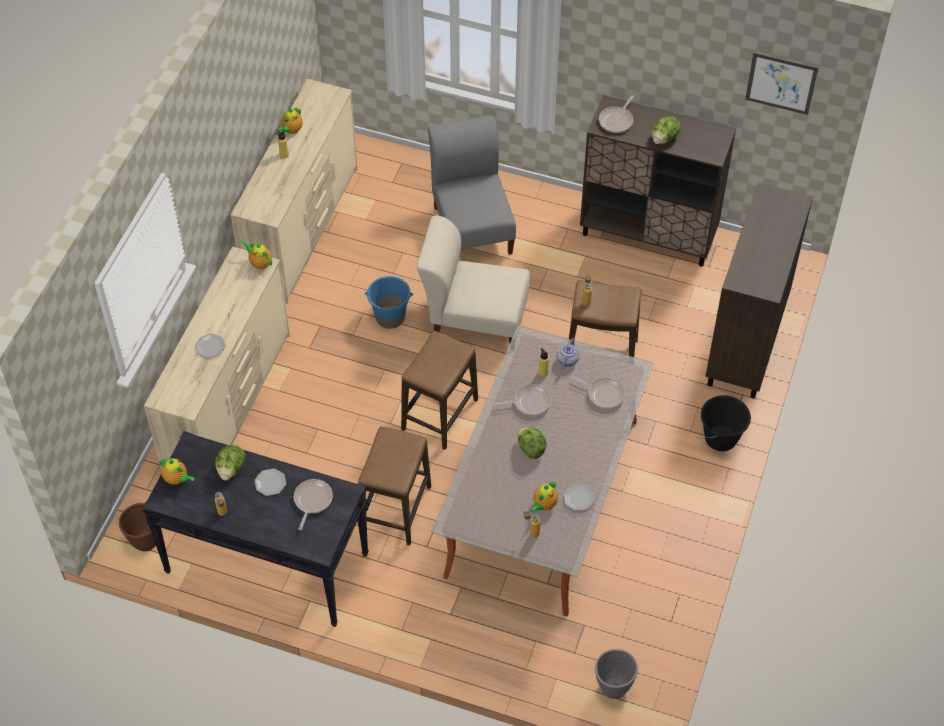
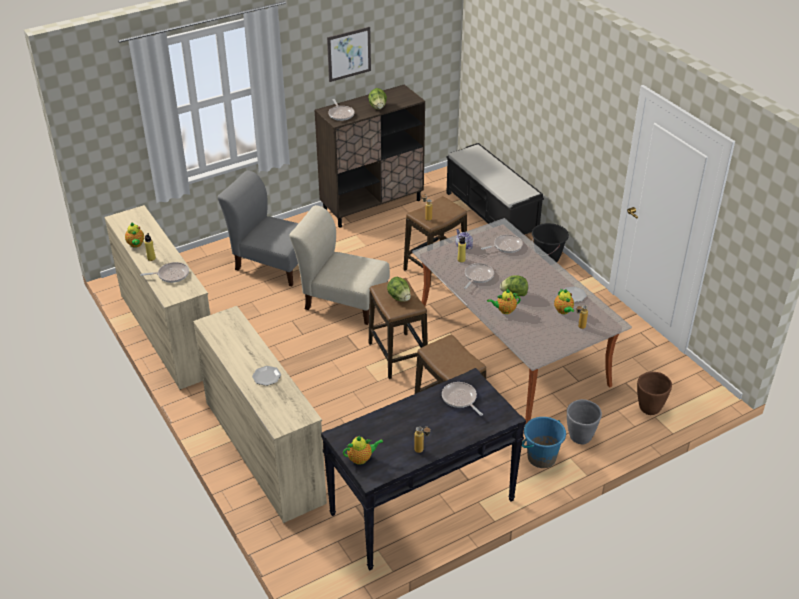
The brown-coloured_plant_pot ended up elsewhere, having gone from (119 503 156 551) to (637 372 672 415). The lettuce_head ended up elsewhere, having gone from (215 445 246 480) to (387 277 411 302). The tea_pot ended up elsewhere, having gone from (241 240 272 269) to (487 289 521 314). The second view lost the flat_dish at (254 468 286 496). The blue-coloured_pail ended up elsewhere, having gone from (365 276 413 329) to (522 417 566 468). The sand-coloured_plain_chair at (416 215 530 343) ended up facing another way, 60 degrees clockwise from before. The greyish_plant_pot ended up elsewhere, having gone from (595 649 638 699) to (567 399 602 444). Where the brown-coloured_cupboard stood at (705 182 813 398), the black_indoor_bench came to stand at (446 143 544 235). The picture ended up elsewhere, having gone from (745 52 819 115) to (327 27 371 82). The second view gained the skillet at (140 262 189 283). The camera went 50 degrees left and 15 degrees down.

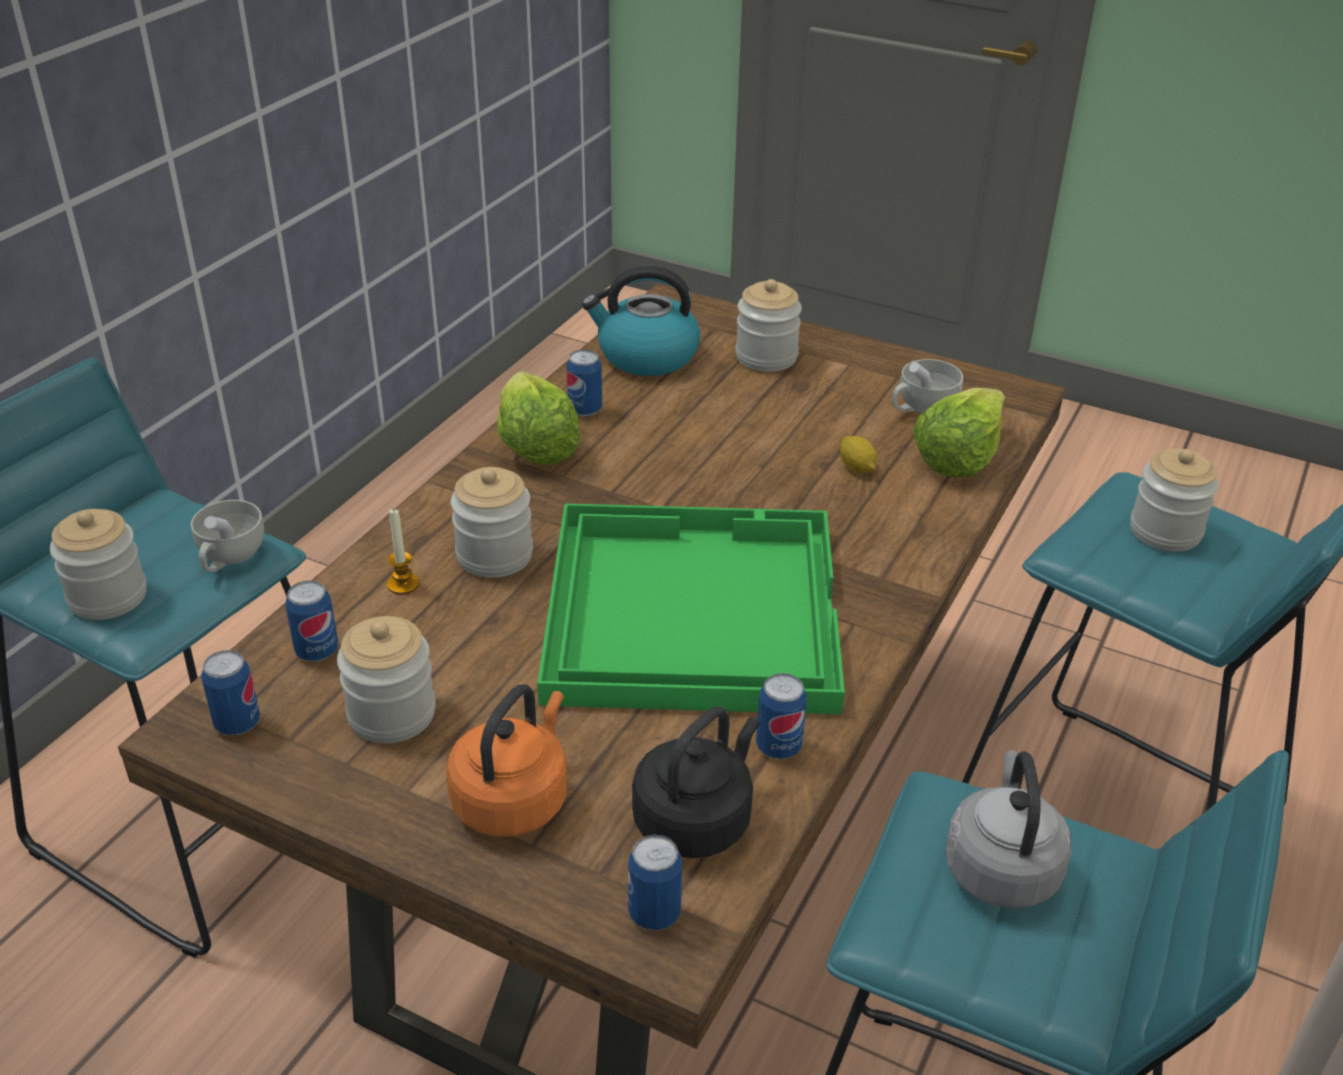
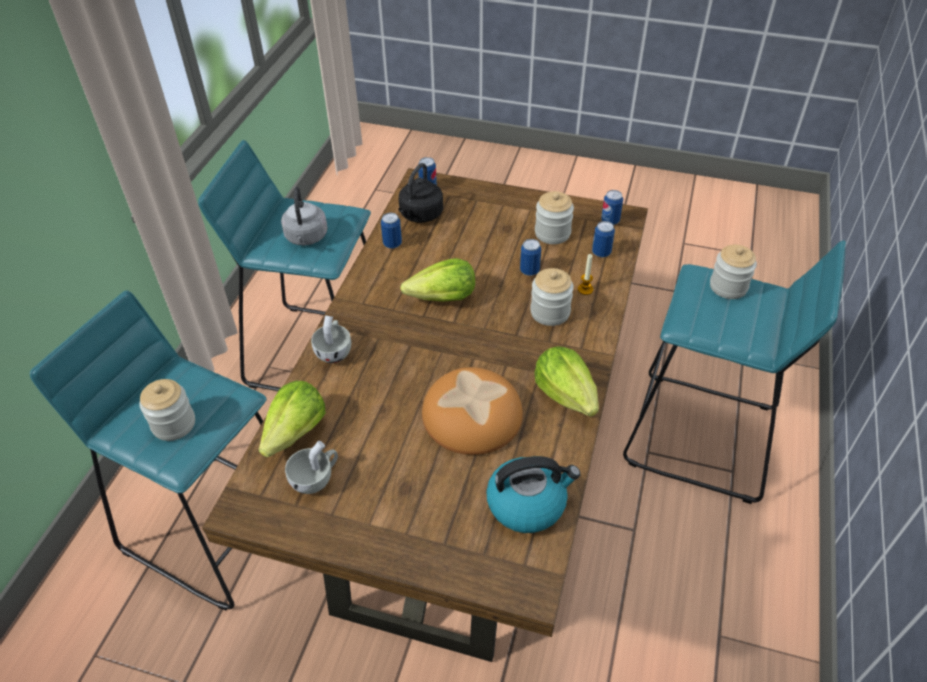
The white_small_cup ended up elsewhere, having gone from (191 500 264 572) to (311 315 351 363). The second view lost the orange-coloured_kettle at (446 684 567 837). Where the green_serving_tray stood at (537 504 845 715), the lettuce_head came to stand at (400 258 475 302). The sealed_can ended up elsewhere, having gone from (566 349 602 417) to (520 239 541 276). The second view lost the preserve_jar at (736 279 802 372). The second view lost the lemon at (840 436 877 473). The second view gained the bread at (422 367 523 455). The camera went 170 degrees right and 10 degrees up.

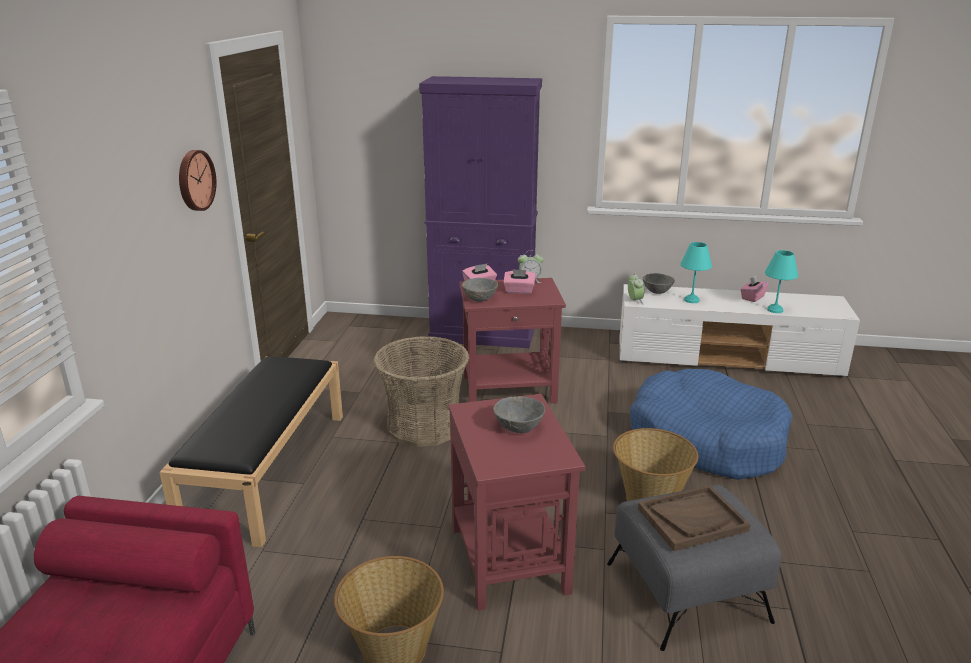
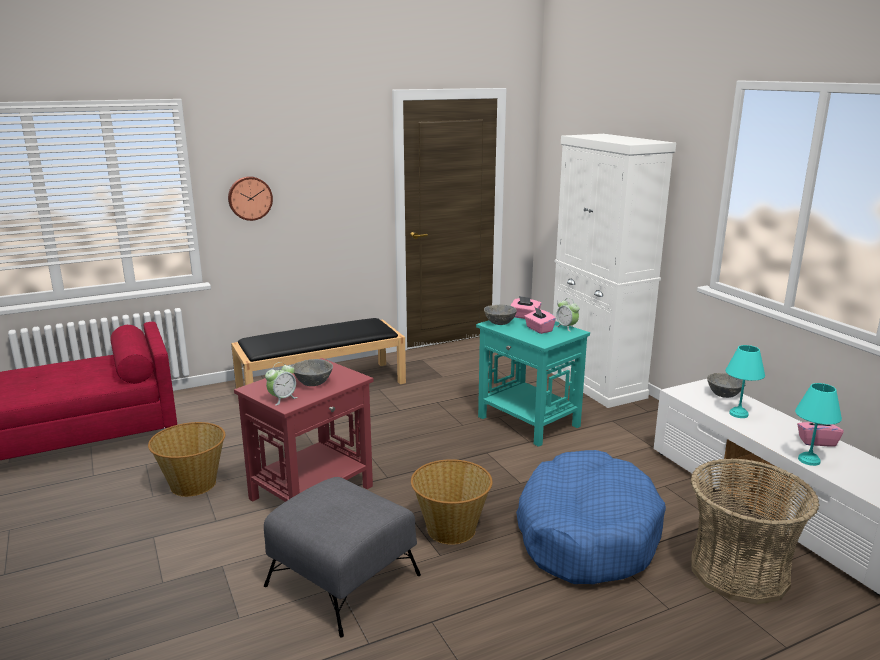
The wall_clock ended up elsewhere, having gone from (179 150 216 211) to (228 176 273 221). The household_basket ended up elsewhere, having gone from (373 336 469 447) to (691 458 820 605). What was the purple_cupboard at (419 76 542 348) turned into the white_cupboard at (549 134 676 408). What was the red-coloured_side_table at (459 278 566 404) turned into the turquoise_side_table at (476 317 590 447). The bedside_clock ended up elsewhere, having gone from (628 273 644 305) to (265 362 298 406). The second view lost the brown-coloured_serving_tray at (638 485 751 551). The camera went 55 degrees right and 5 degrees down.

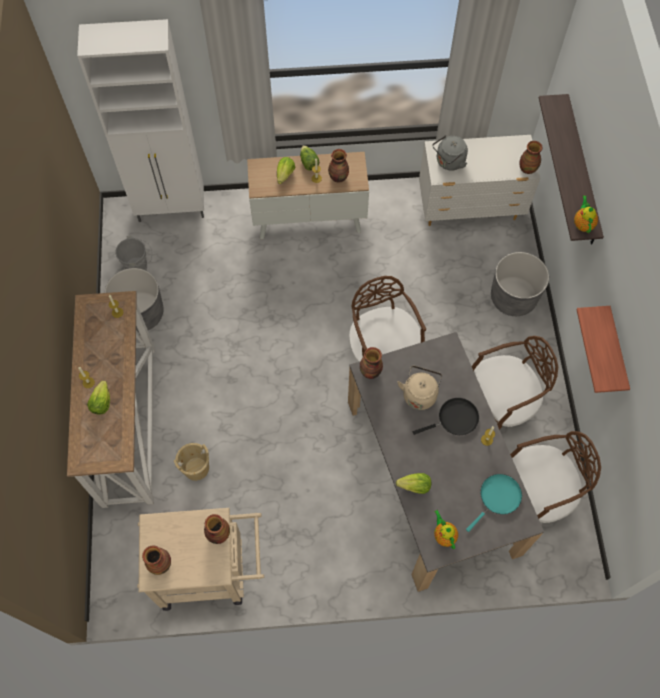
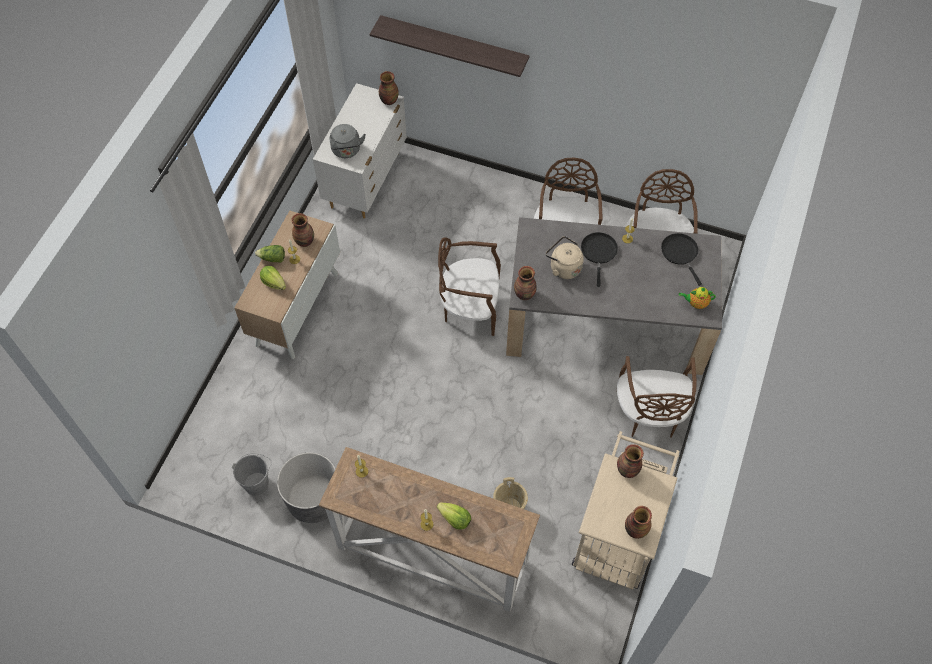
The second view lost the white_cupboard at (77 19 204 222). The second view lost the lettuce_head at (396 473 431 494). What was the turquoise_skillet at (466 474 522 532) turned into the black_skillet at (661 233 702 286). The second view lost the greyish_plant_pot at (491 252 549 316). The second view lost the tea_pot at (574 196 598 233). The second view lost the wall_shelf at (576 306 630 393). The second view gained the brown-coloured_plain_chair at (617 356 697 437). The camera went 65 degrees left and 5 degrees down.

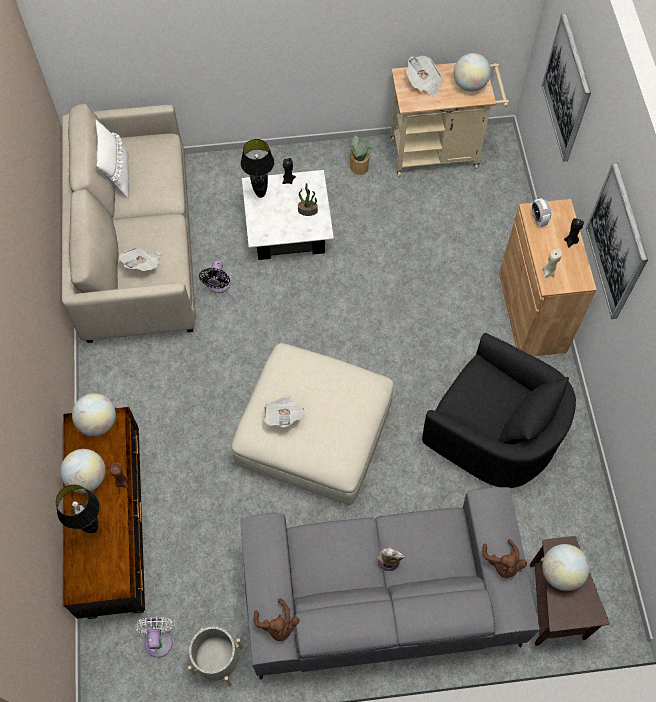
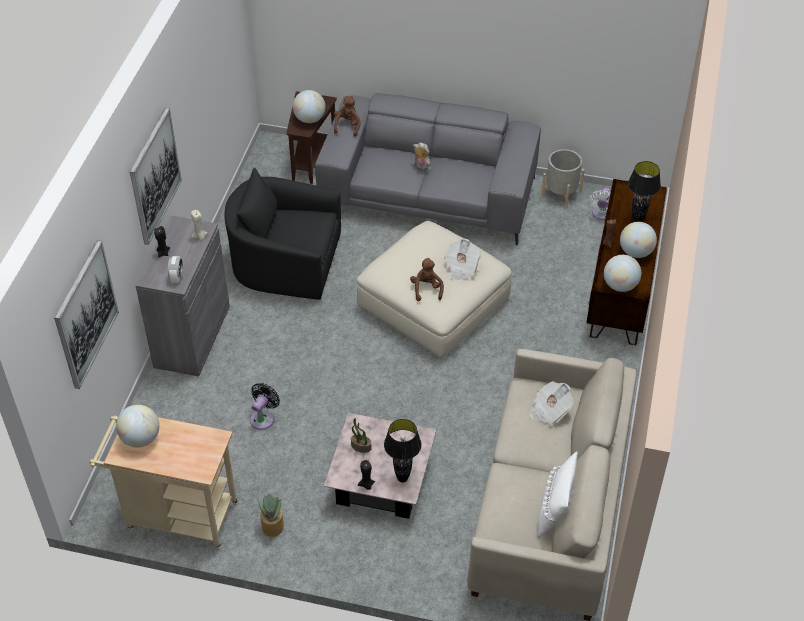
The black_electric_fan ended up elsewhere, having gone from (199 260 230 293) to (250 383 280 430). What was the white_lounge_table at (242 170 334 260) turned into the pinkish_lounge_table at (324 413 436 519). The brown-coloured_cuddly_toy ended up elsewhere, having gone from (254 599 300 641) to (410 258 444 301). The second view lost the newspaper at (406 56 443 97). The black_lounge_chair at (422 333 576 488) ended up facing another way, 45 degrees counterclockwise from before. What was the brown-coloured_cupboard at (499 199 597 356) turned into the greyish_cupboard at (136 216 230 377). The camera went 160 degrees left and 15 degrees down.

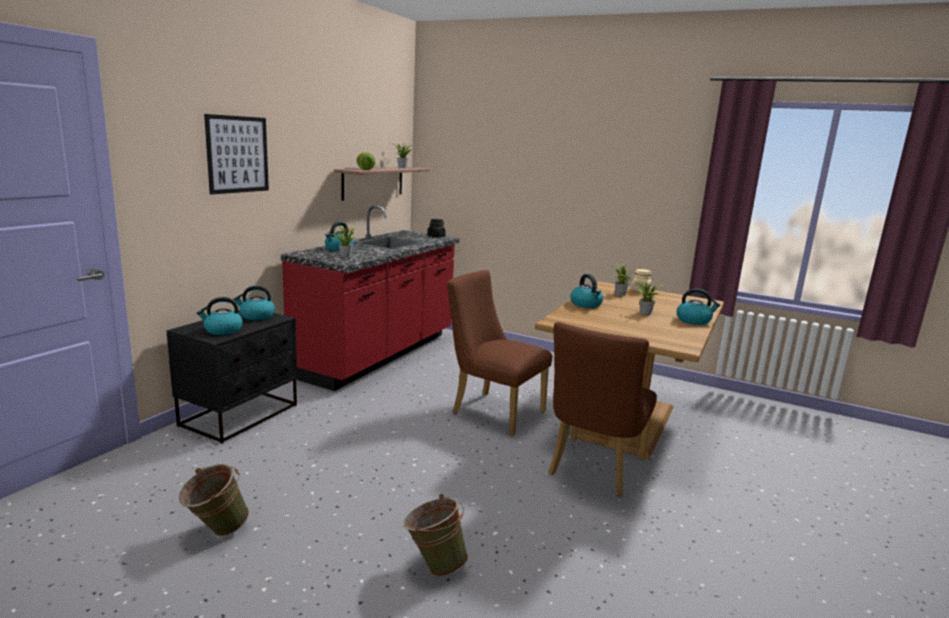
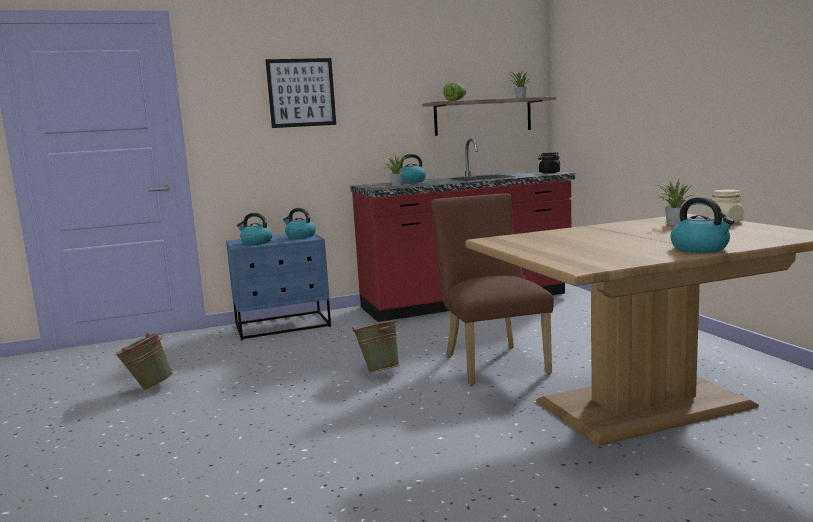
What was the black_nightstand at (167 310 297 444) turned into the blue-coloured_nightstand at (226 233 331 340). The green_pail ended up elsewhere, having gone from (404 494 468 577) to (352 319 400 373). The second view lost the brown-coloured_plain_chair at (548 322 657 496). The second view lost the kettle at (570 274 603 308). The second view lost the potted_plant at (636 279 663 315). The camera went 45 degrees right and 5 degrees down.

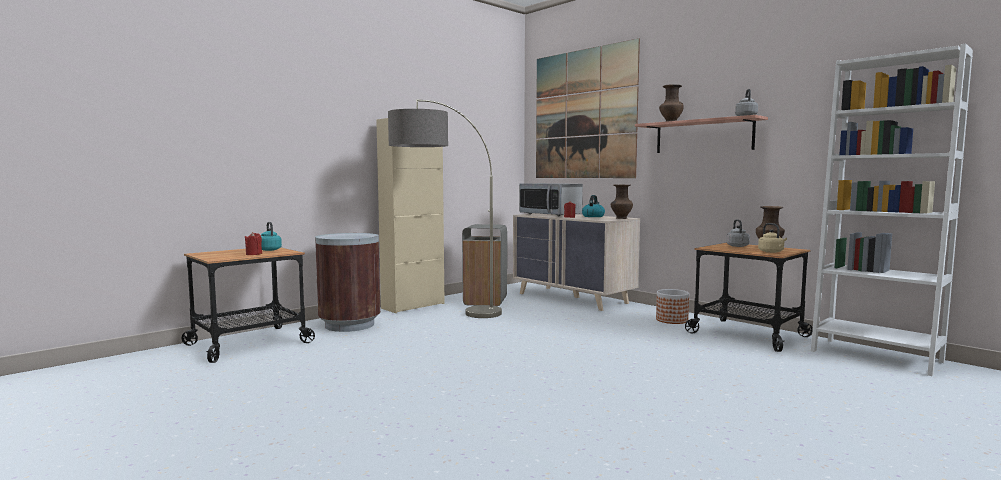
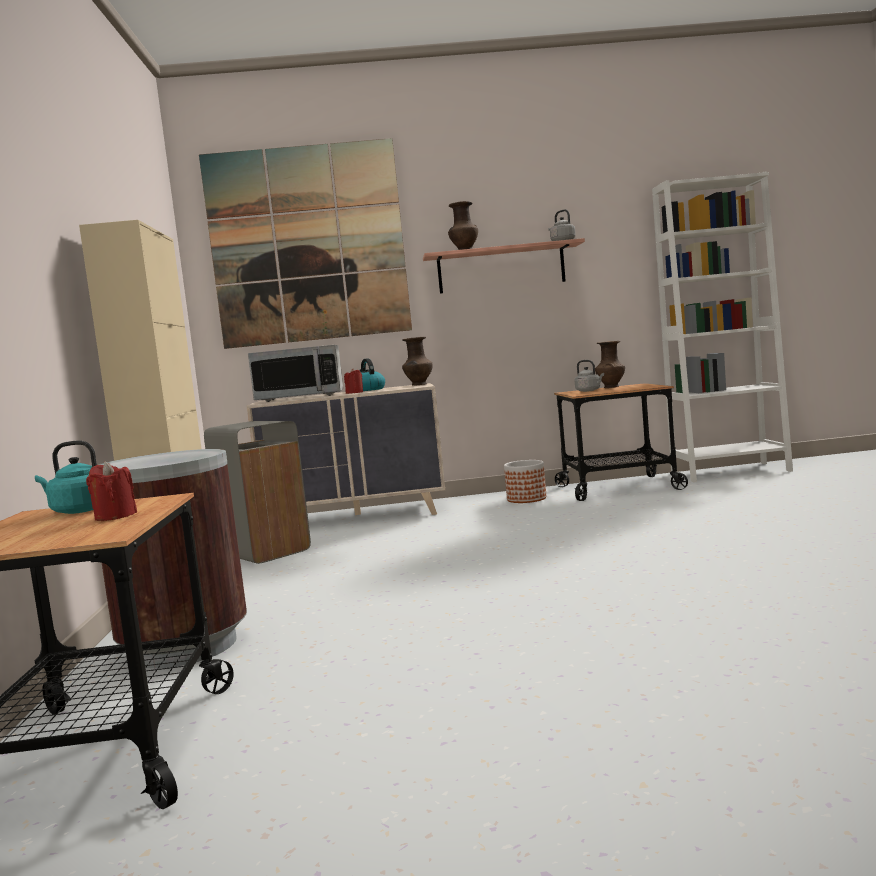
The second view lost the floor_lamp at (388 99 502 318). The second view lost the sand-coloured_kettle at (758 223 787 253). The camera went 50 degrees left and 0 degrees up.

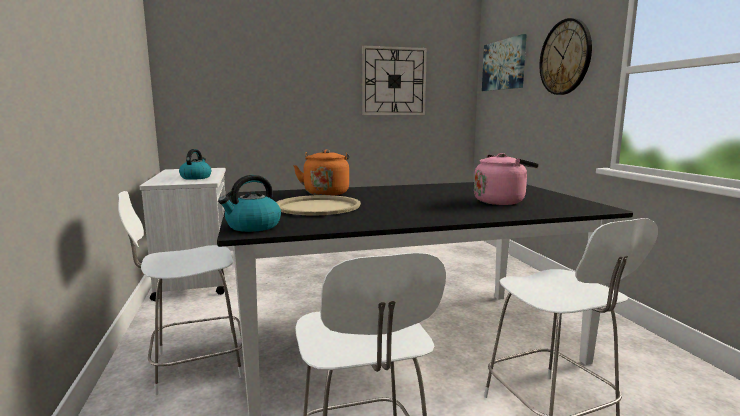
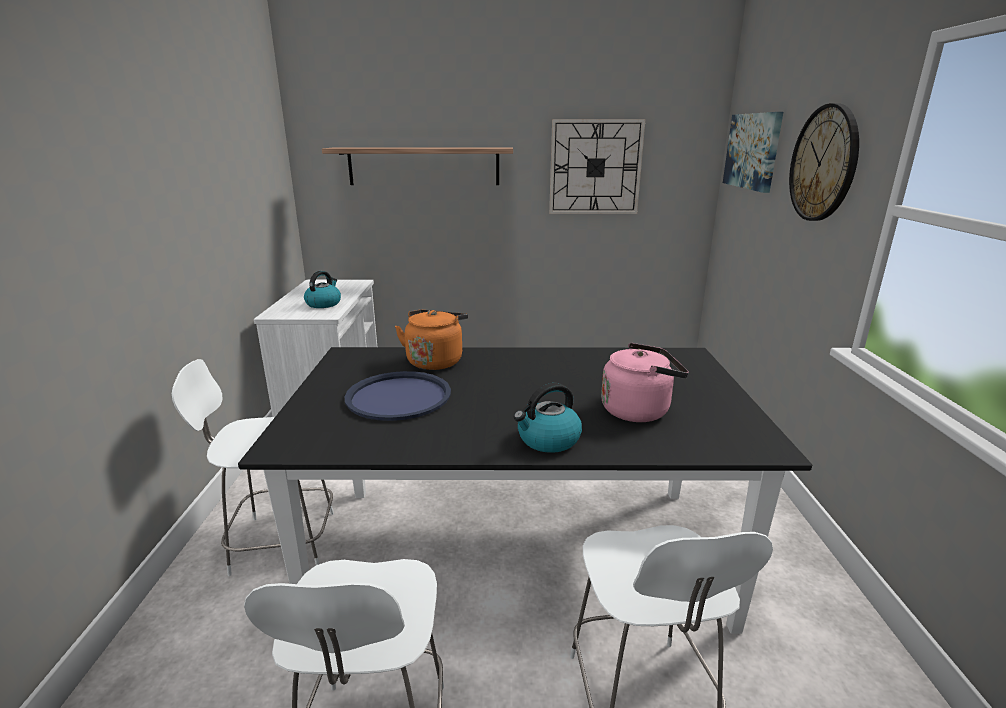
The kettle ended up elsewhere, having gone from (218 175 281 232) to (514 383 582 453). What was the sand-coloured_serving_tray at (276 195 361 216) turned into the blue-coloured_serving_tray at (344 371 451 421). The second view gained the wall_shelf at (322 147 513 185). The camera went 15 degrees right and 10 degrees up.

